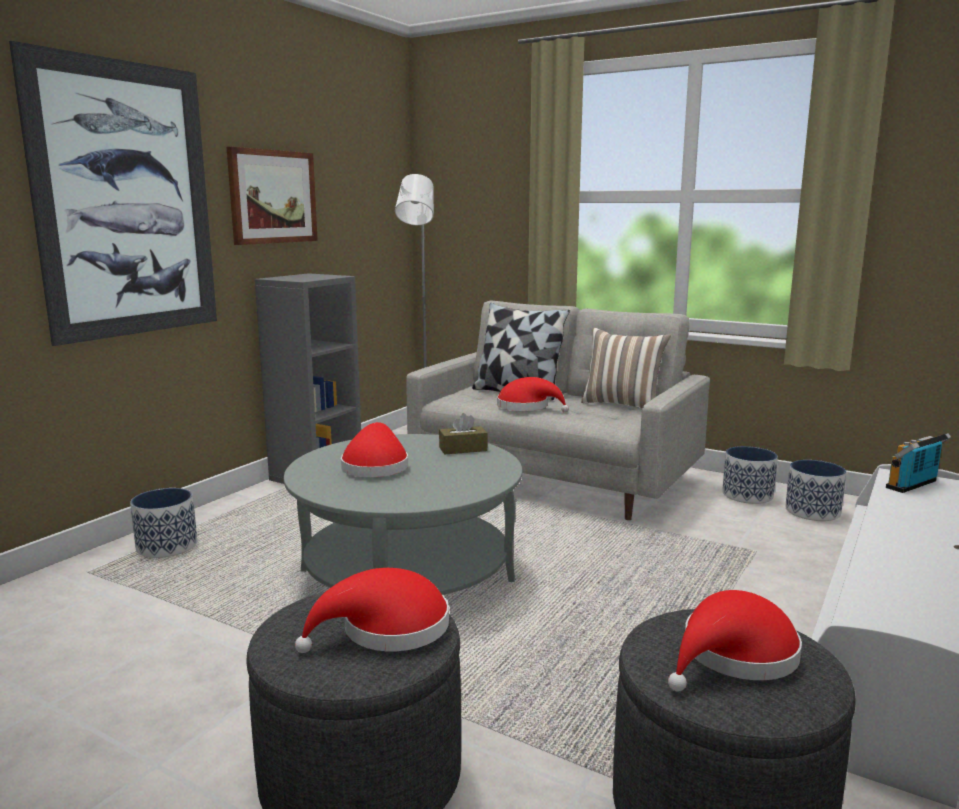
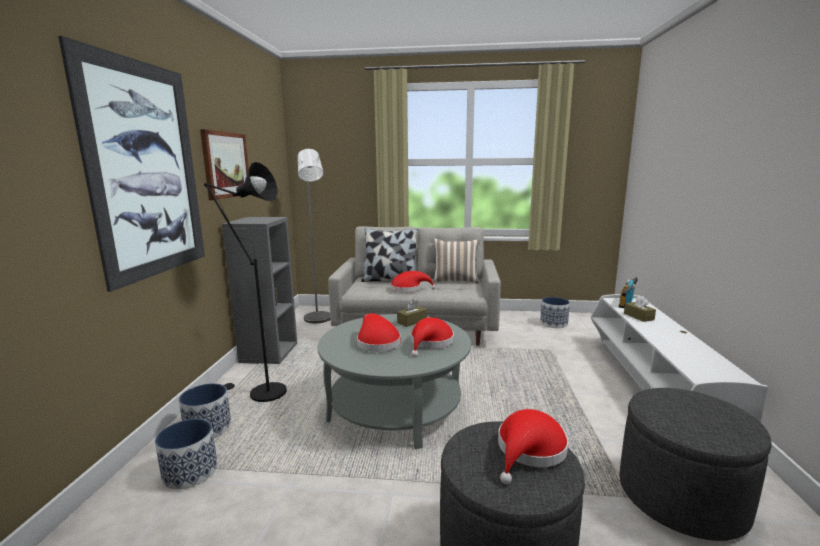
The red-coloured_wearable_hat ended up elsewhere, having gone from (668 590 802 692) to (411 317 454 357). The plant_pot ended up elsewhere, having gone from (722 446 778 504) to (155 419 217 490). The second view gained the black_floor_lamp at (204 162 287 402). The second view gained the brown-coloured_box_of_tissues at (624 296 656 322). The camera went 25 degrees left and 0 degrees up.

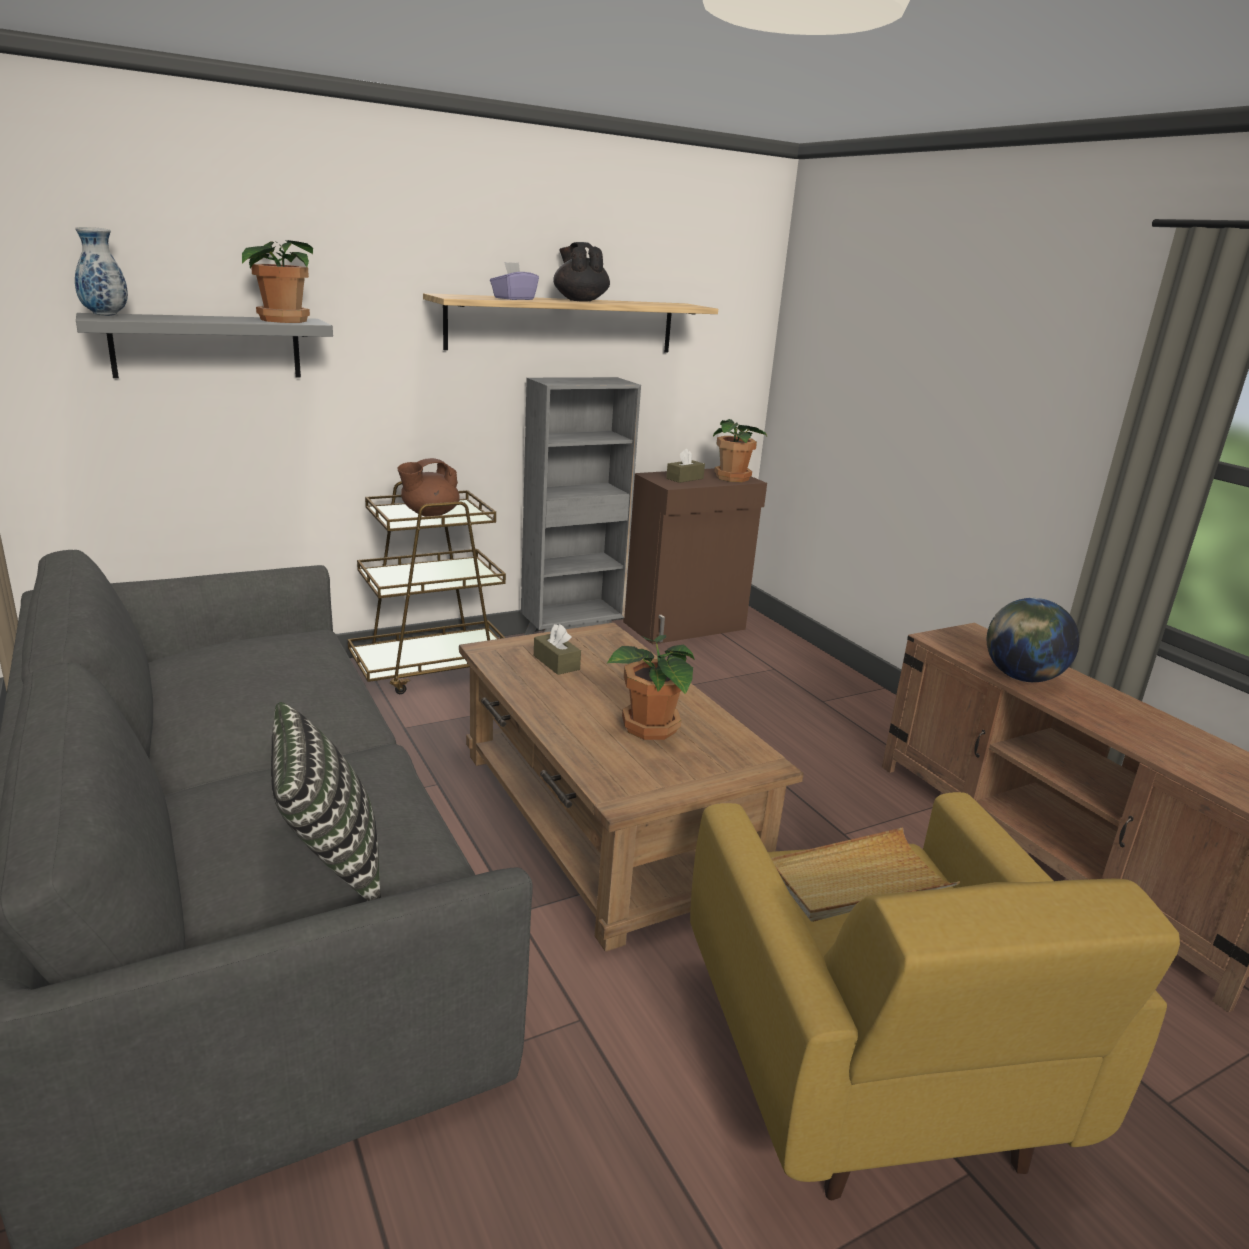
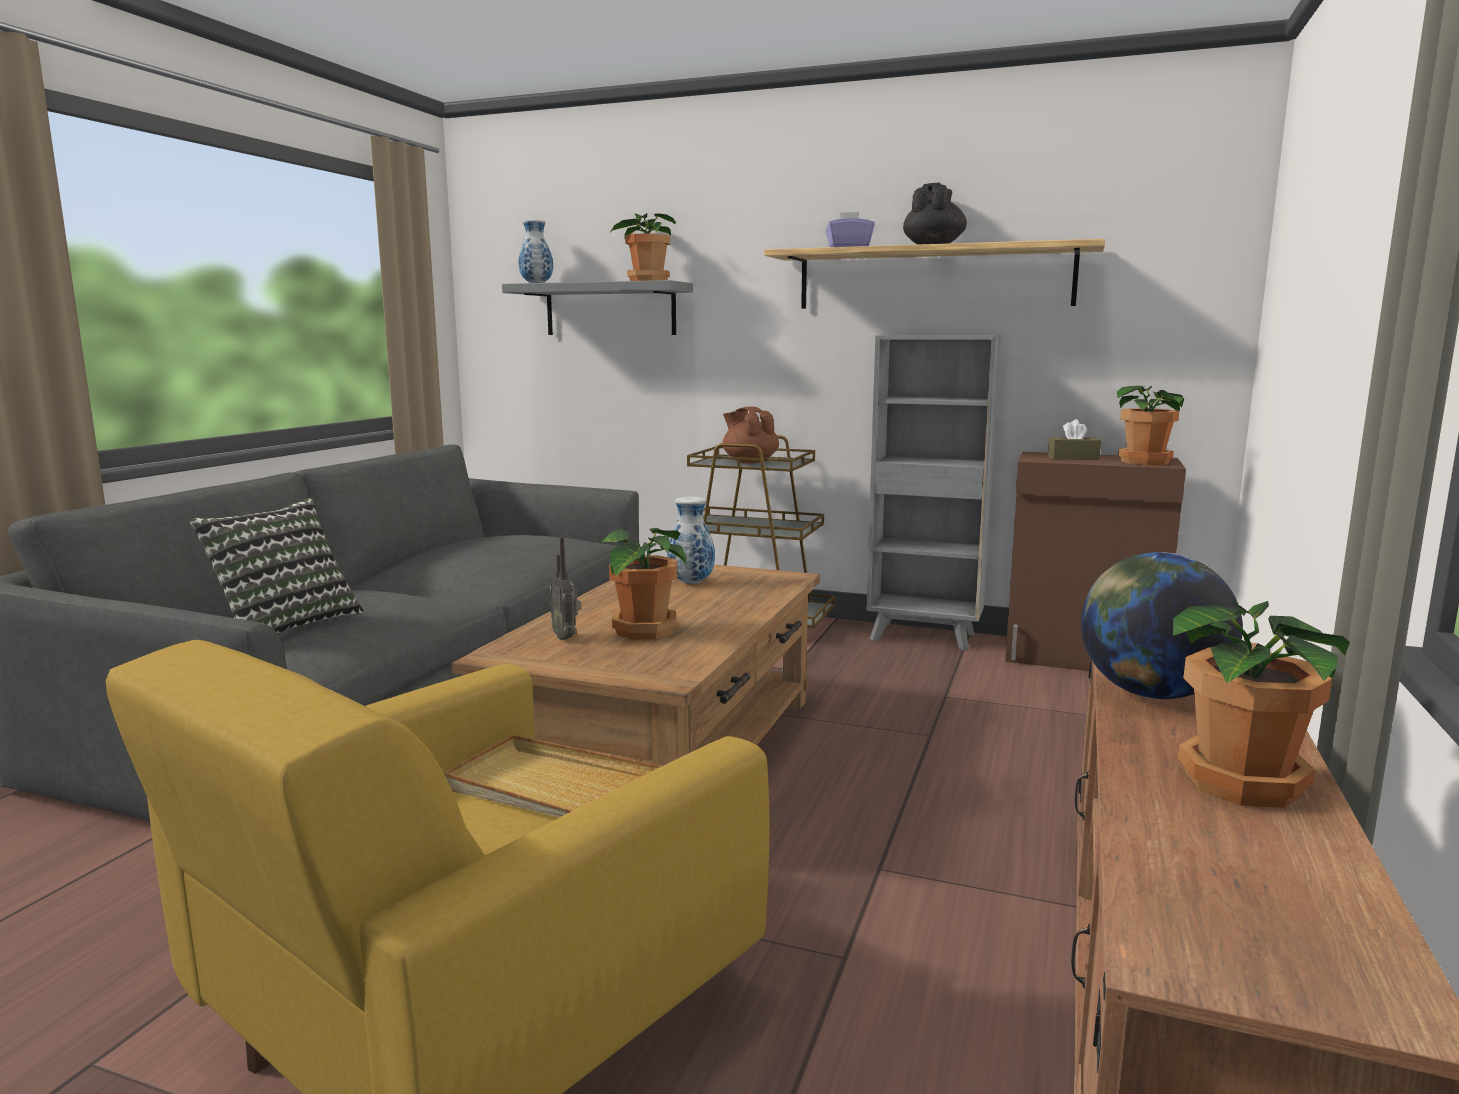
The brown-coloured_tea_pot at (398 458 460 516) ended up facing another way, 45 degrees clockwise from before. Where the brown-coloured_box_of_tissues stood at (534 624 581 675), the flower_vase came to stand at (667 497 715 584). The second view gained the radio at (549 537 581 640). The second view gained the potted_plant at (1173 600 1350 808). The camera went 50 degrees right and 10 degrees down.

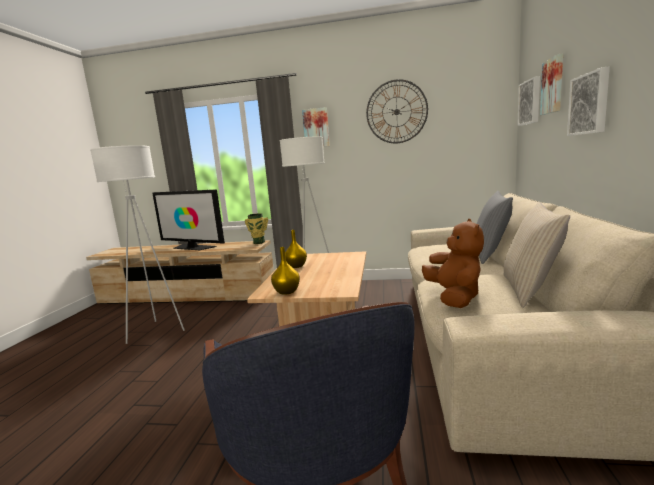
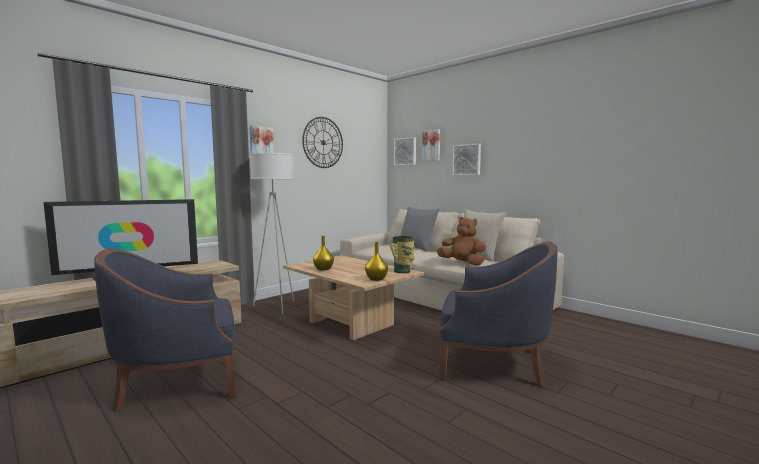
Where the white_floor_lamp stood at (90 145 185 344), the blue-coloured_lounge_chair came to stand at (94 249 235 411). The flower_vase ended up elsewhere, having gone from (245 213 268 244) to (390 236 415 273). The camera went 55 degrees left and 5 degrees down.

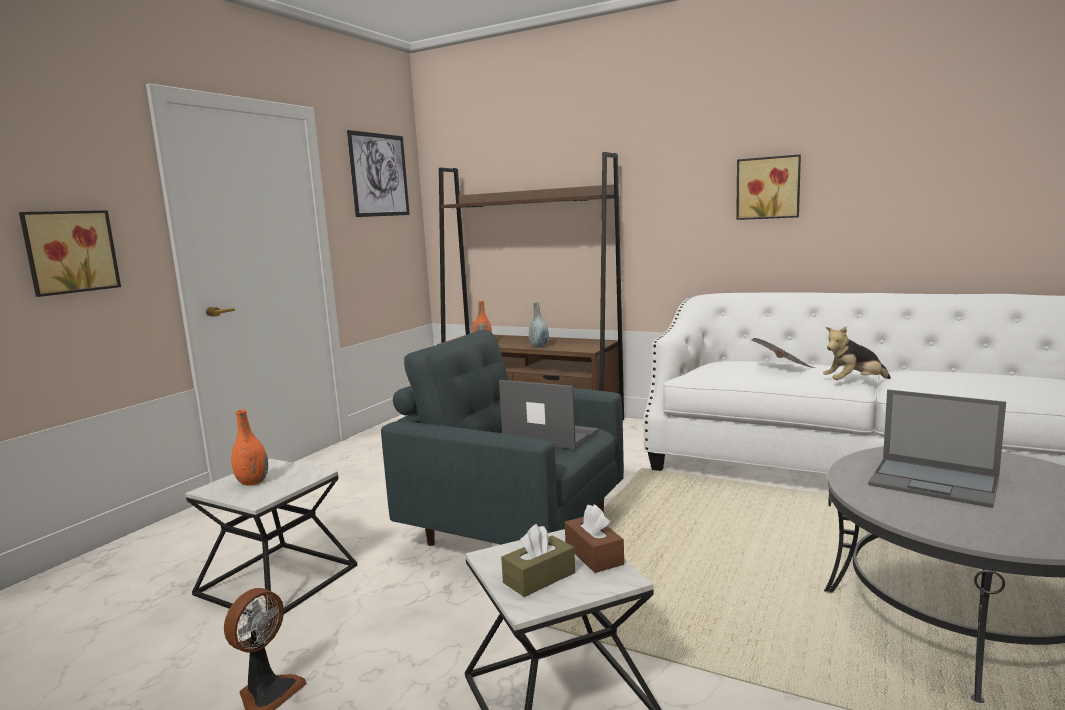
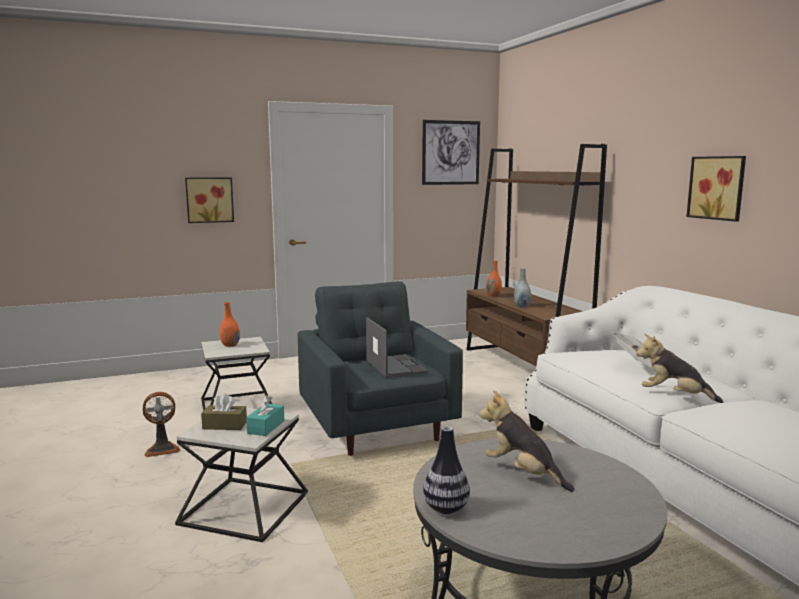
What was the brown-coloured_box_of_tissues at (565 504 624 573) turned into the turquoise_box_of_tissues at (246 395 284 436). Where the portable_computer stood at (868 389 1006 508), the cuddly_toy came to stand at (480 390 574 492). The second view gained the flower_vase at (423 426 470 514). The camera went 40 degrees right and 0 degrees up.

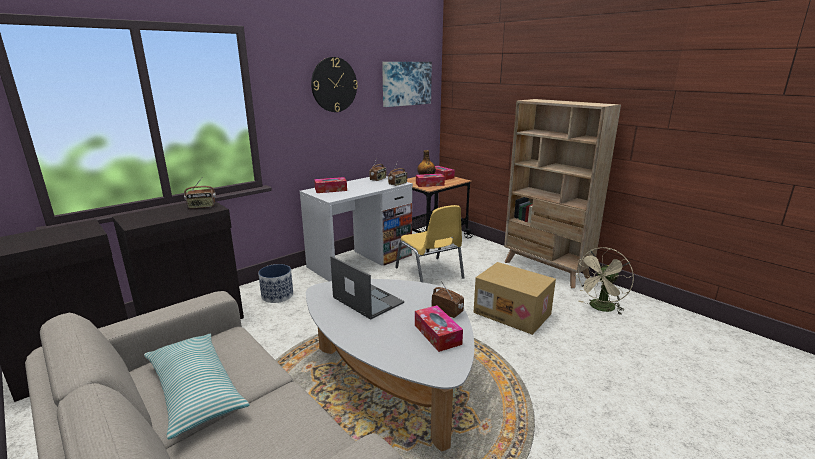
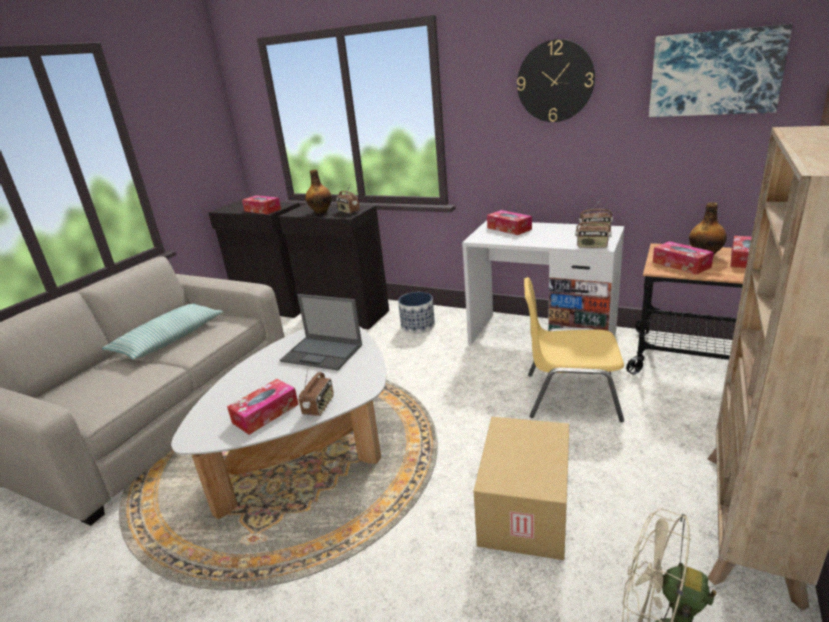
The portable_computer at (330 256 404 320) ended up facing another way, 90 degrees clockwise from before. The yellow-coloured_plain_chair at (395 205 464 282) ended up facing another way, 60 degrees clockwise from before. The second view gained the box_of_tissues at (242 195 281 214). The second view gained the beverage_bottle at (305 169 332 214). The camera went 70 degrees right and 5 degrees up.

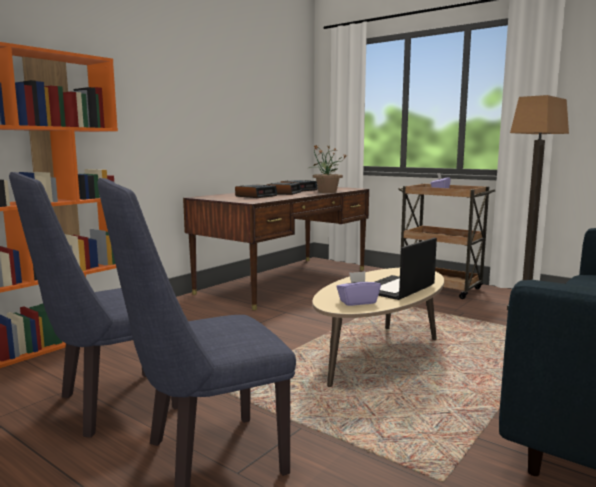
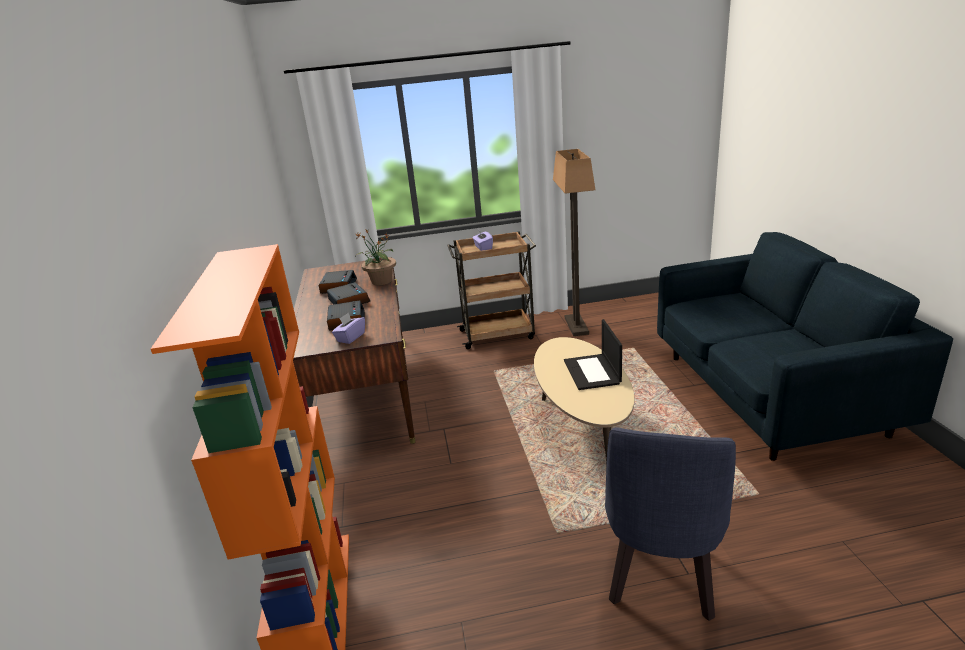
The second view lost the blue-coloured_plain_chair at (9 172 178 438). The purple_box_of_tissues ended up elsewhere, having gone from (337 271 381 306) to (332 313 365 344). The camera went 45 degrees left and 15 degrees up.

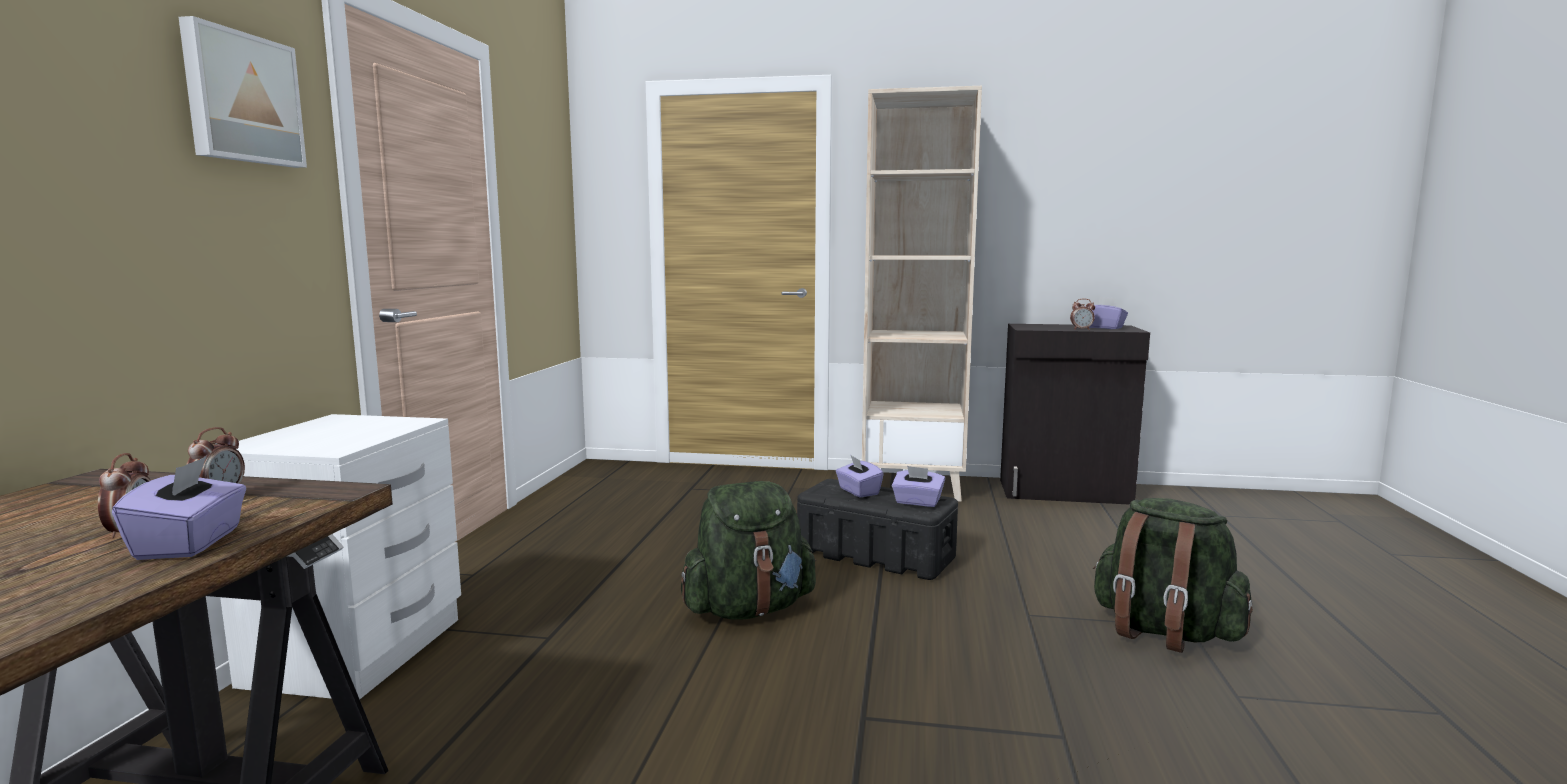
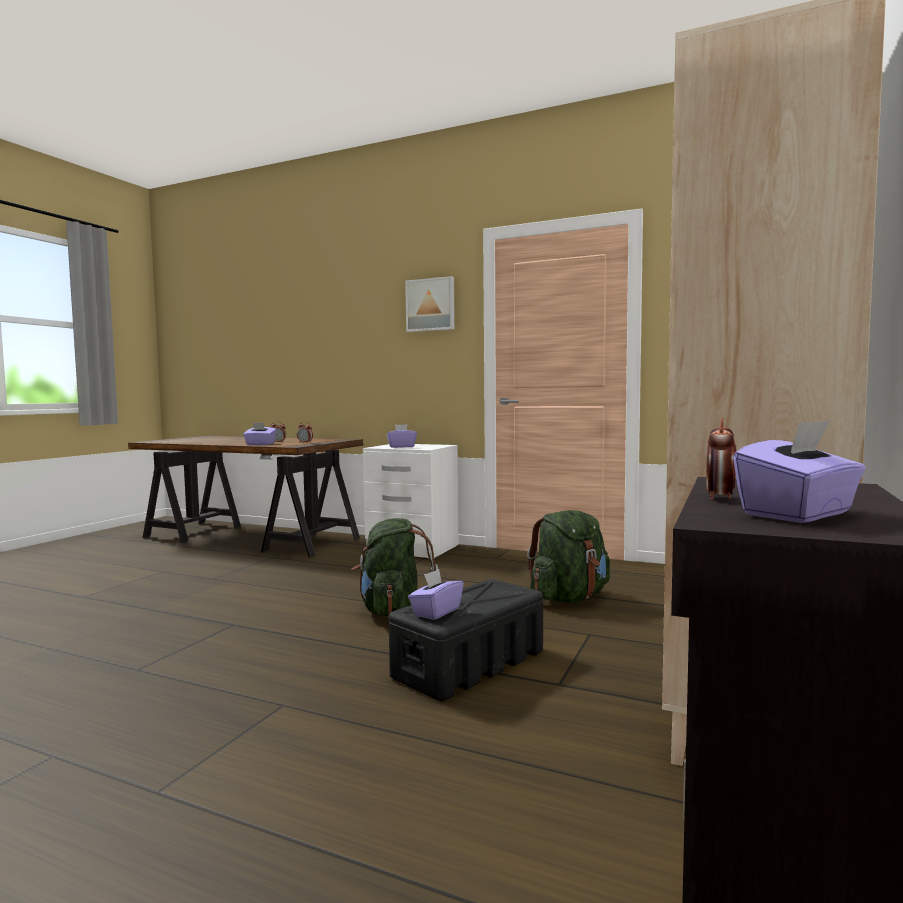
The purple_box_of_tissues ended up elsewhere, having gone from (836 456 884 497) to (387 424 417 448). The green_backpack ended up elsewhere, having gone from (1093 498 1253 653) to (527 510 610 603). The camera went 105 degrees right and 5 degrees down.

